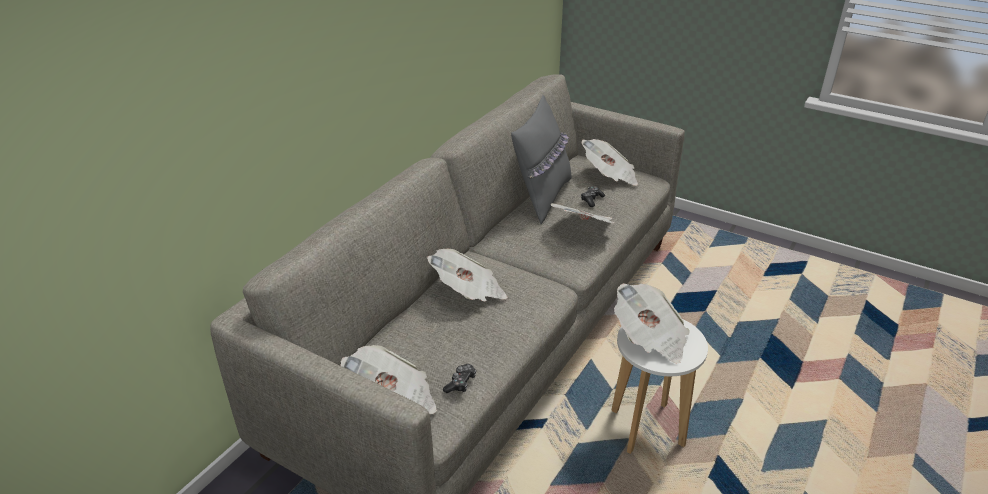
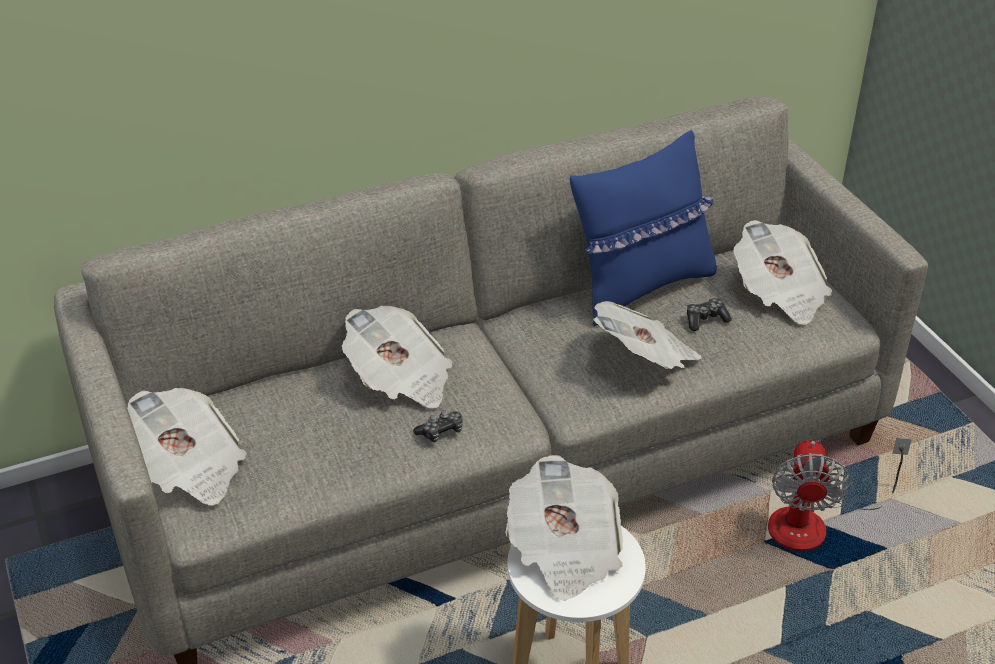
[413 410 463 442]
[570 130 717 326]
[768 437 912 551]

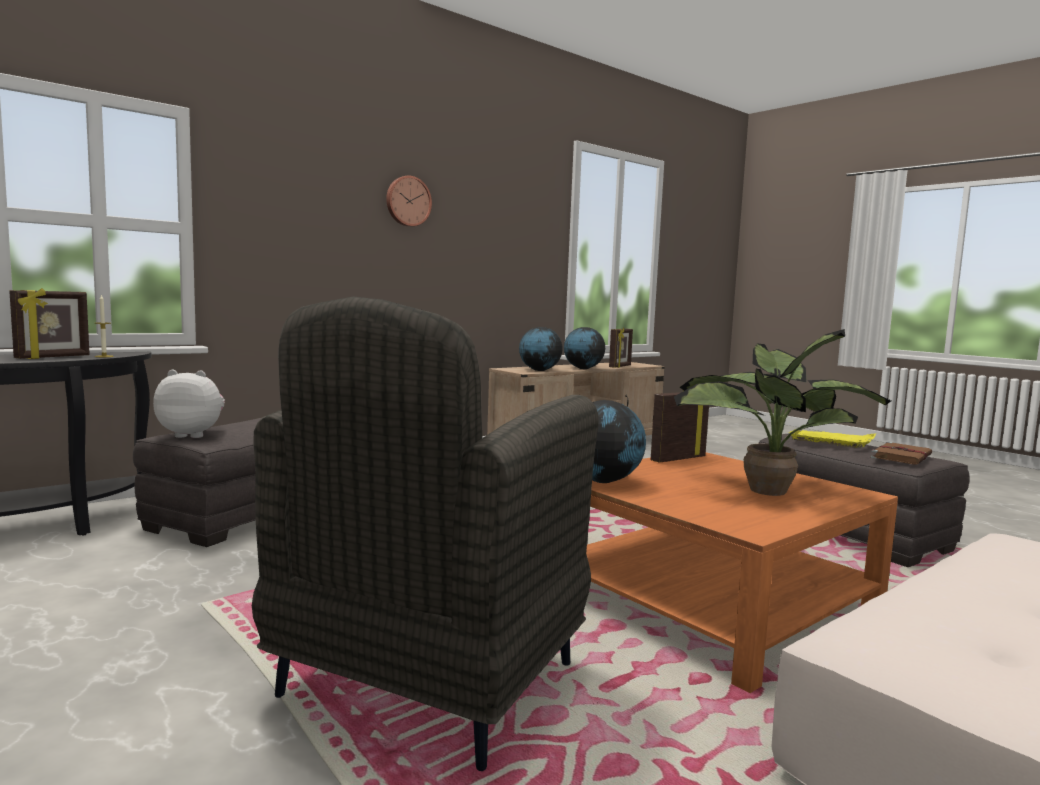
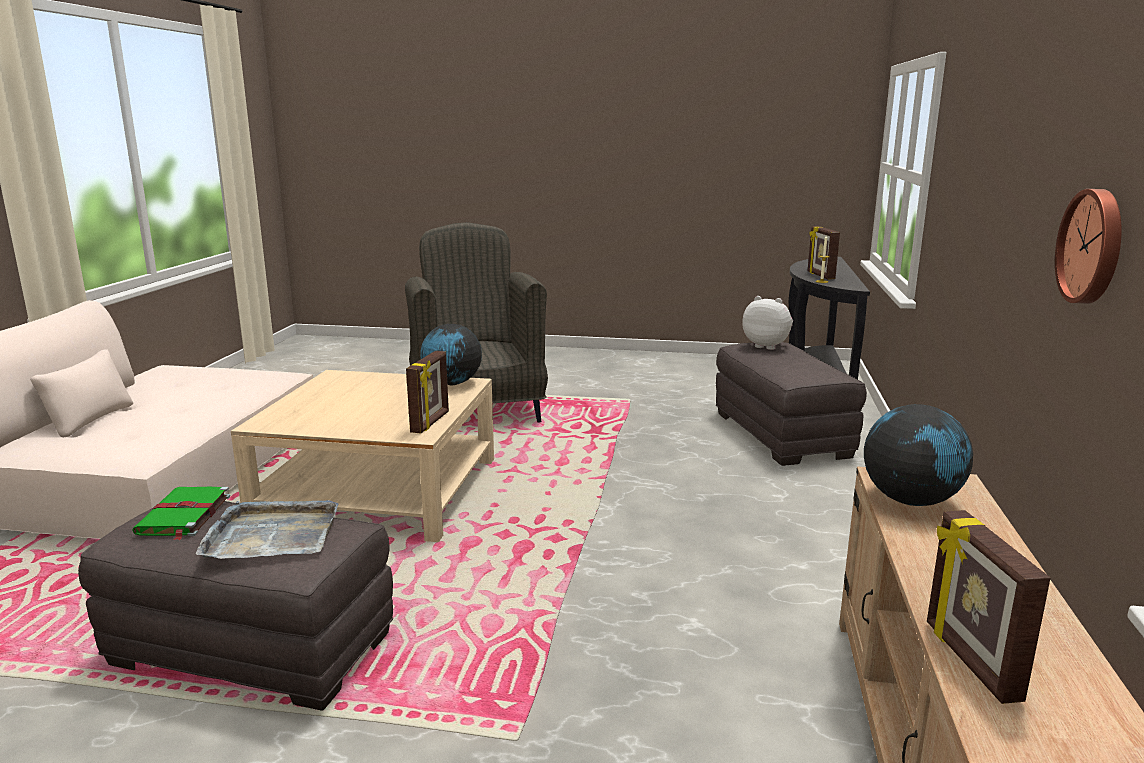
[742 296 793 350]
[1055 189 1122 304]
[564 327 605 369] (first image)
[231 370 494 542]
[674 329 891 496] (first image)
[196 500 338 559]
[132 486 230 540]

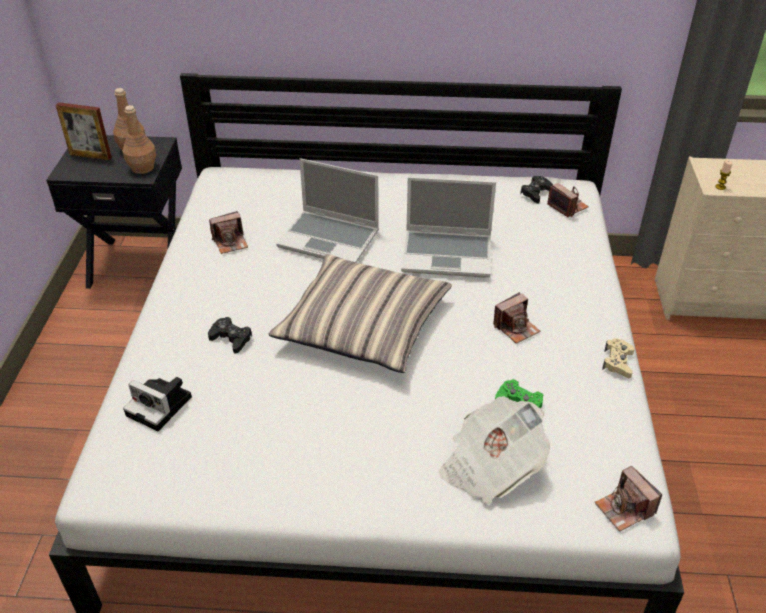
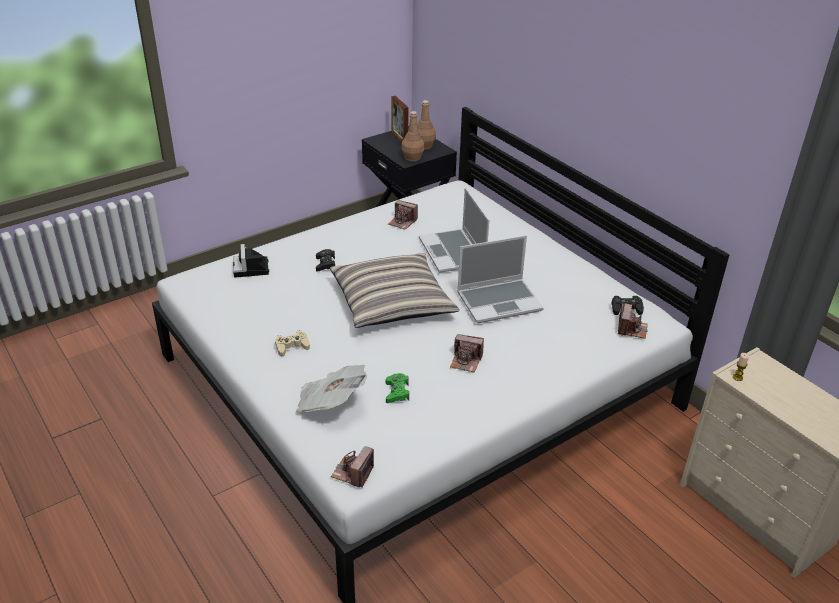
[457 235 544 323]
[275 330 310 356]

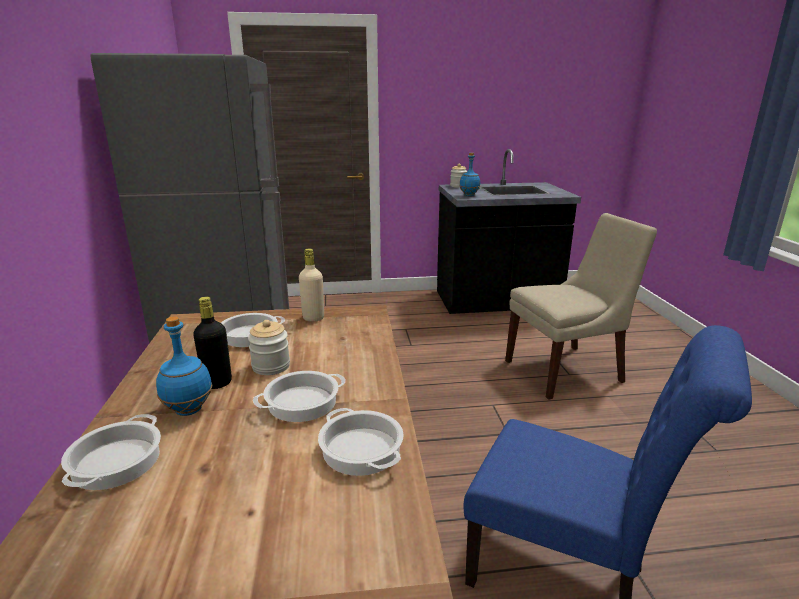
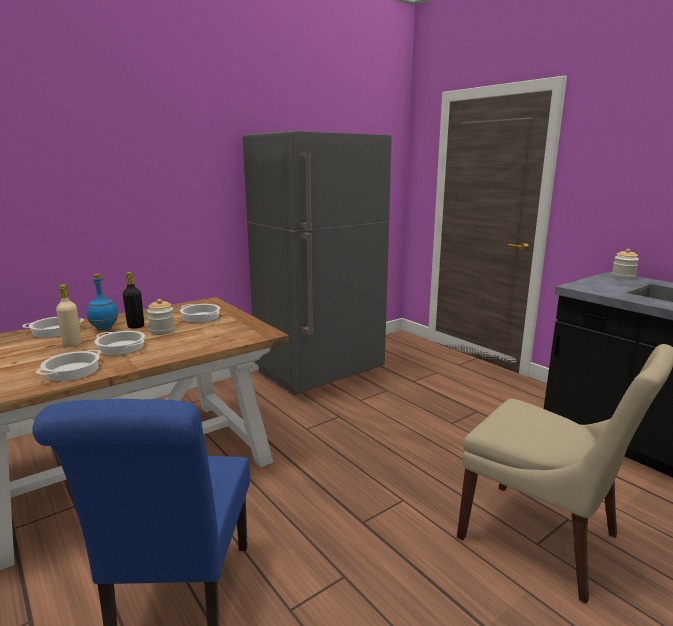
[56 284 82 347]
[459 153 480 196] (first image)

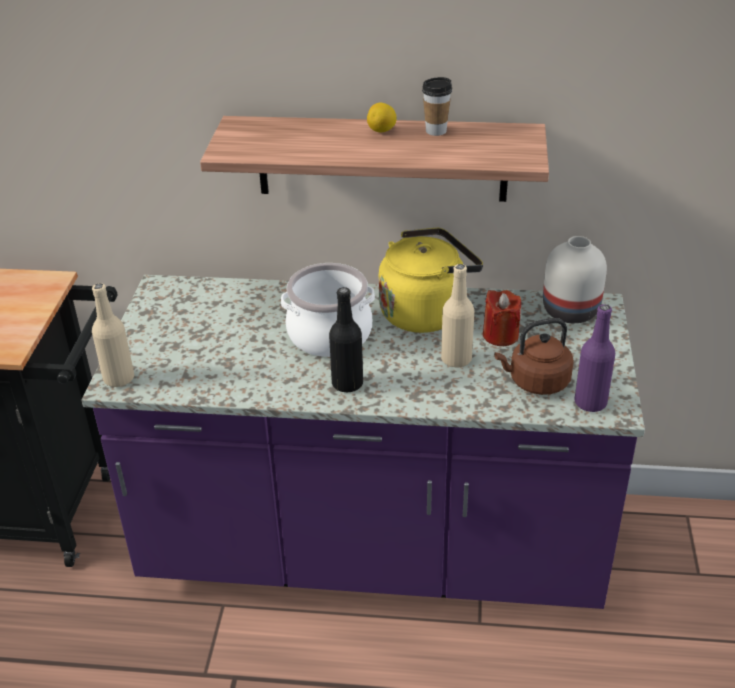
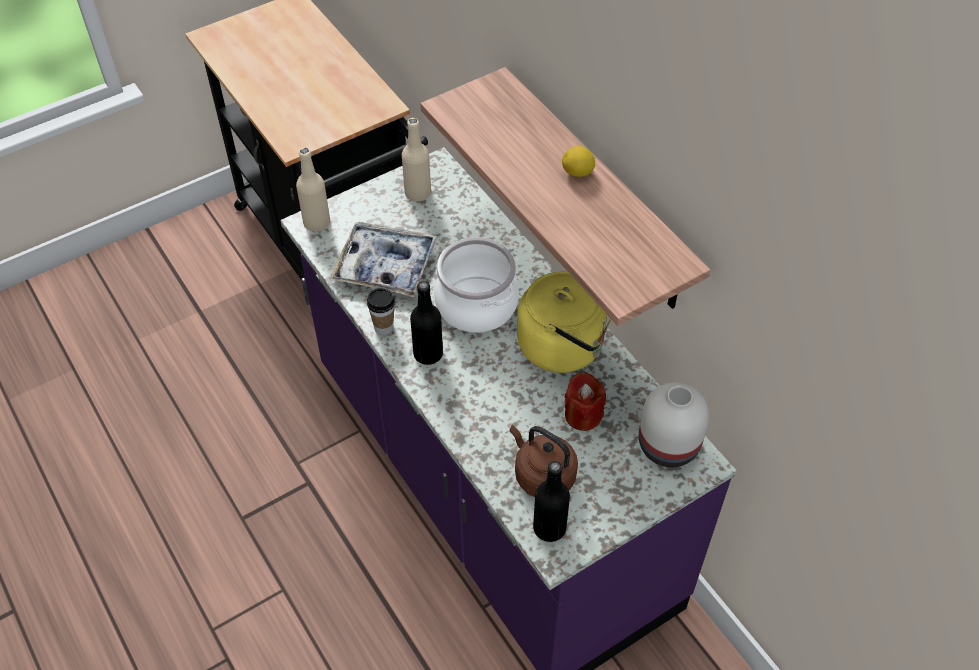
[367 288 395 335]
[402 118 431 202]
[533 461 570 542]
[329 222 438 297]

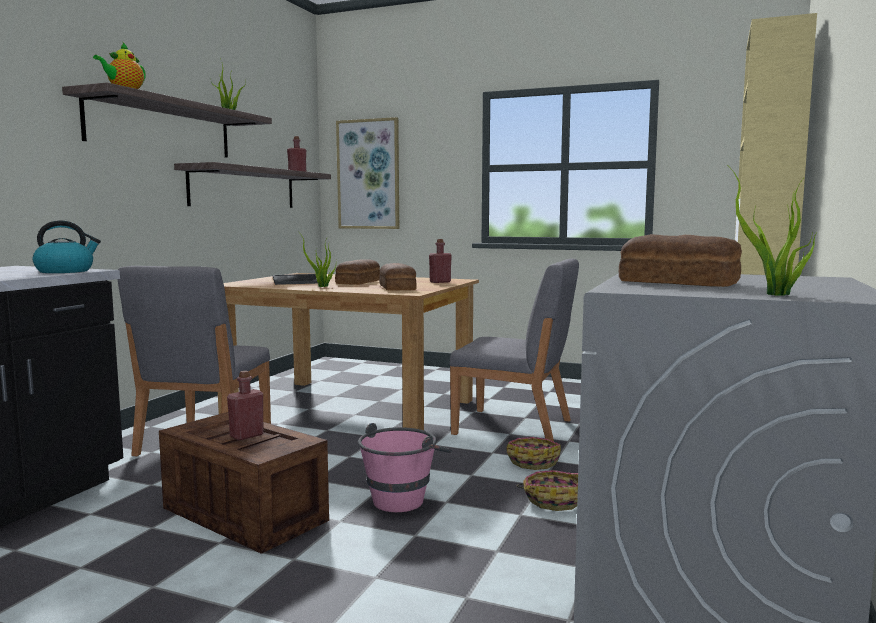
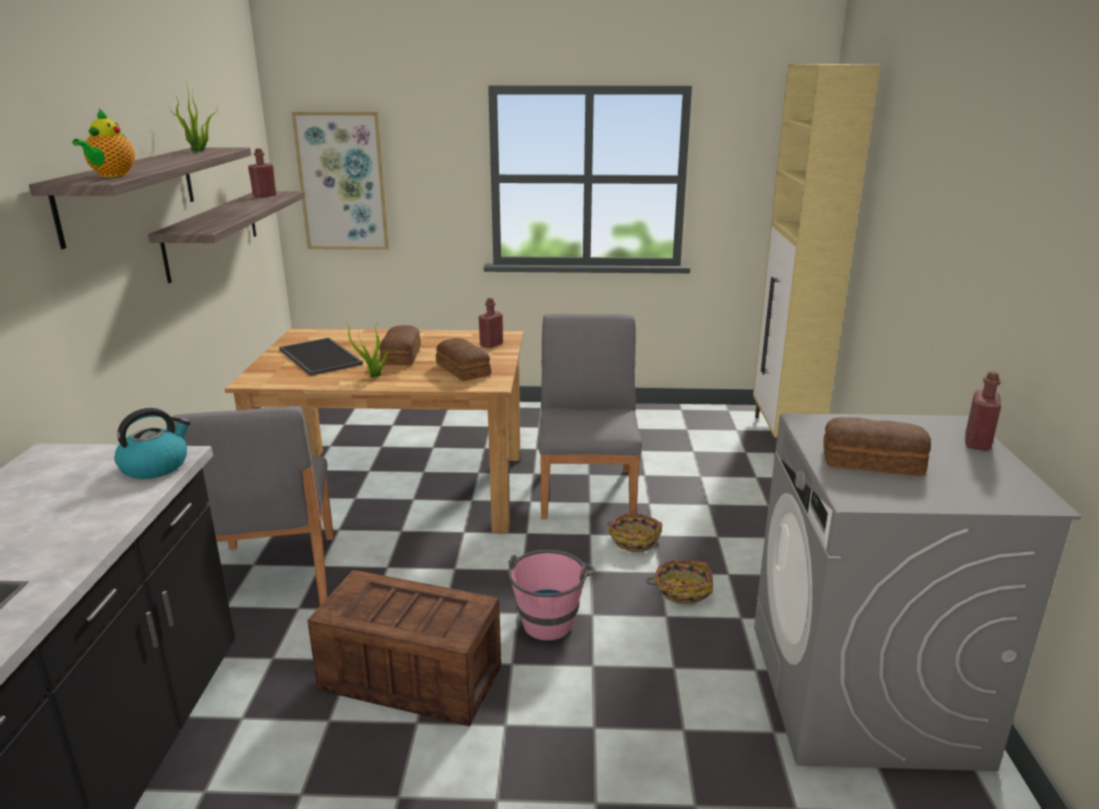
[965 371 1001 451]
[538 314 642 519]
[727 165 818 296] (first image)

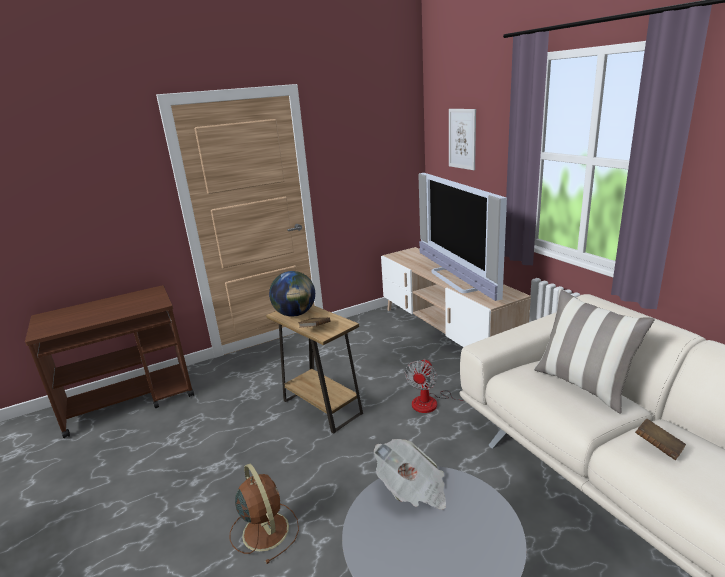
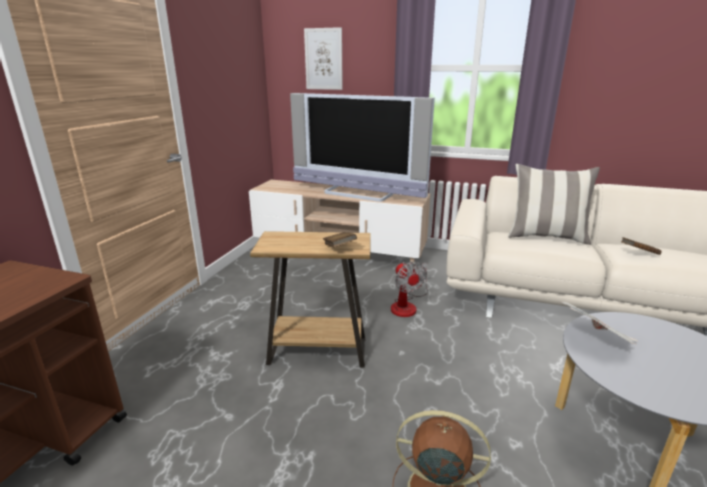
[269 271 315 317] (first image)

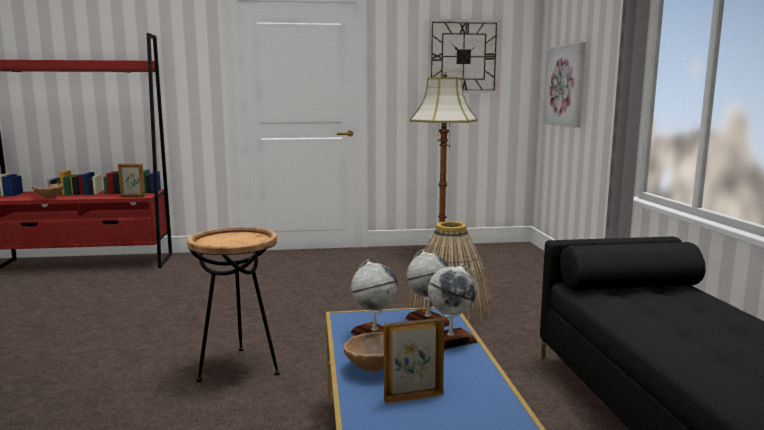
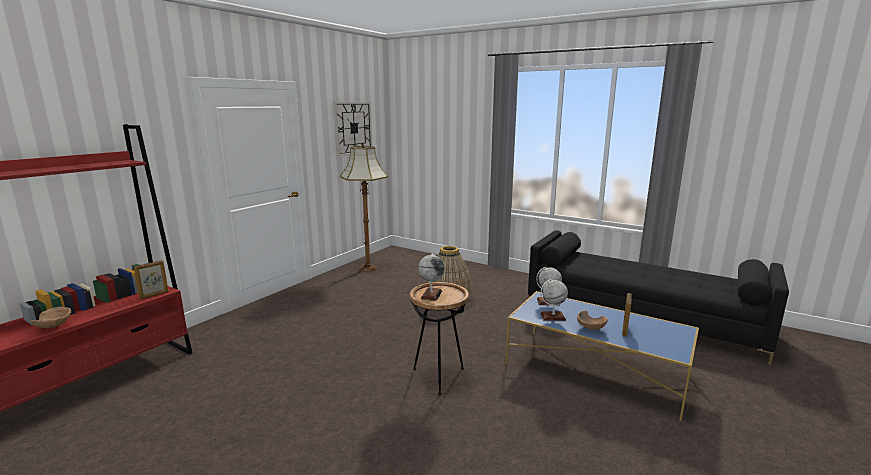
[418 252 445 301]
[544 42 586 128] (first image)

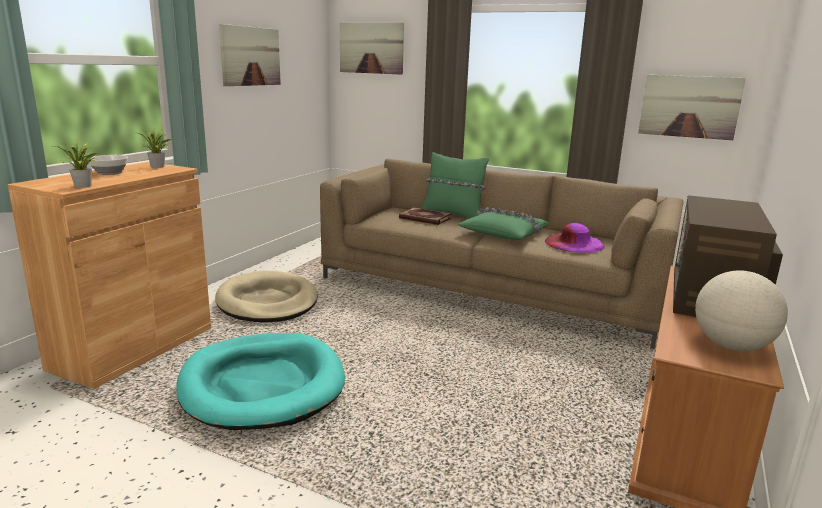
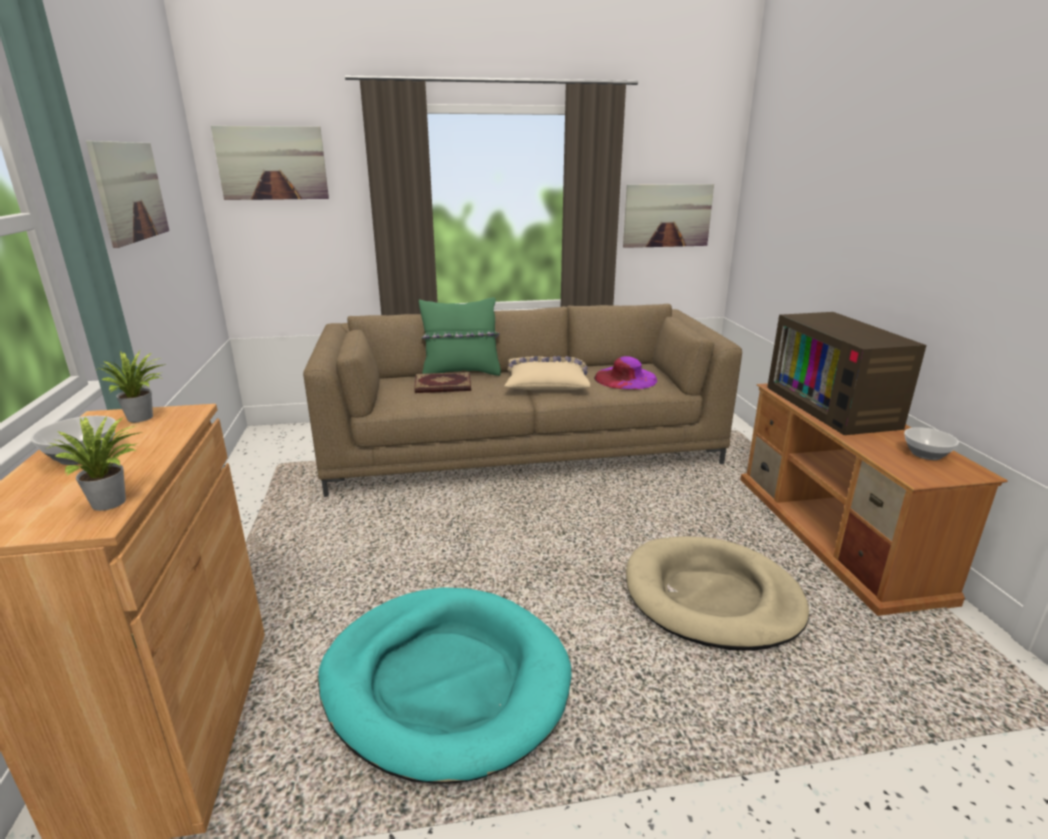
[626 536 809 651]
[505 356 590 390]
[904 427 959 460]

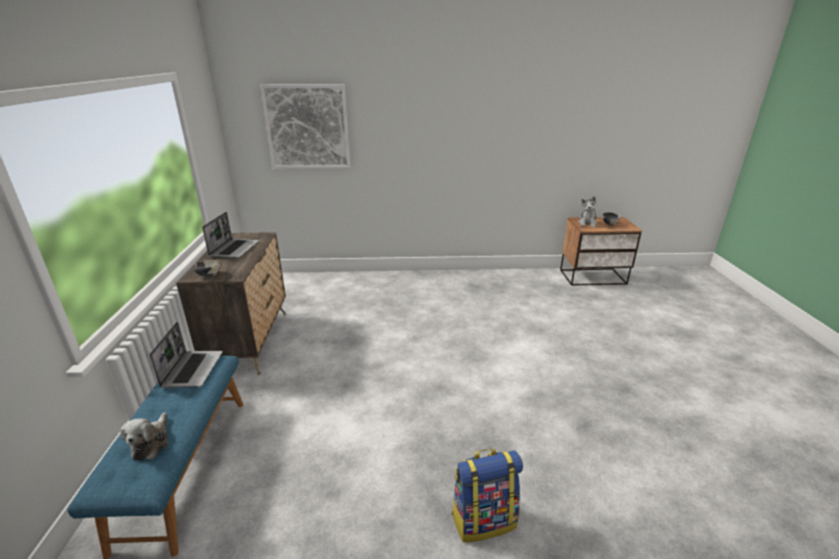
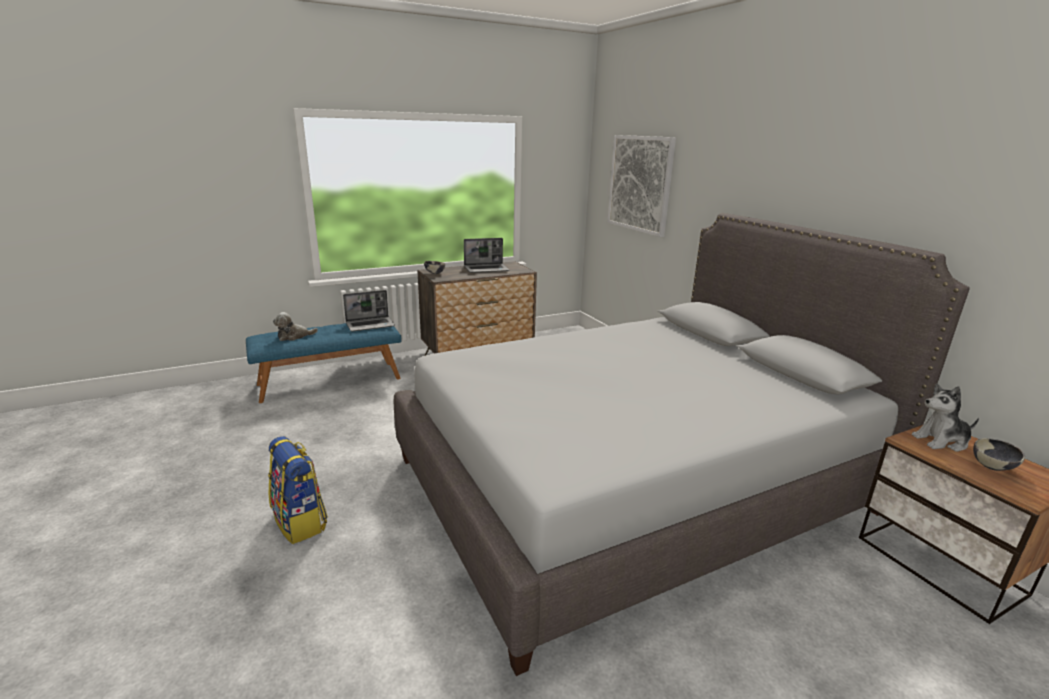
[394 213 970 676]

